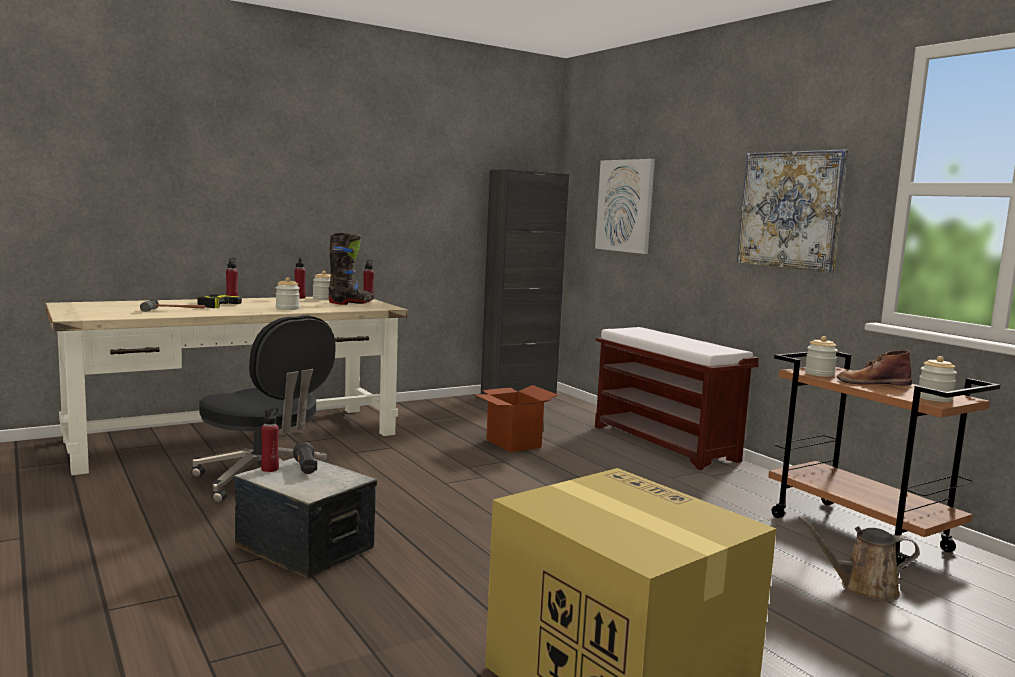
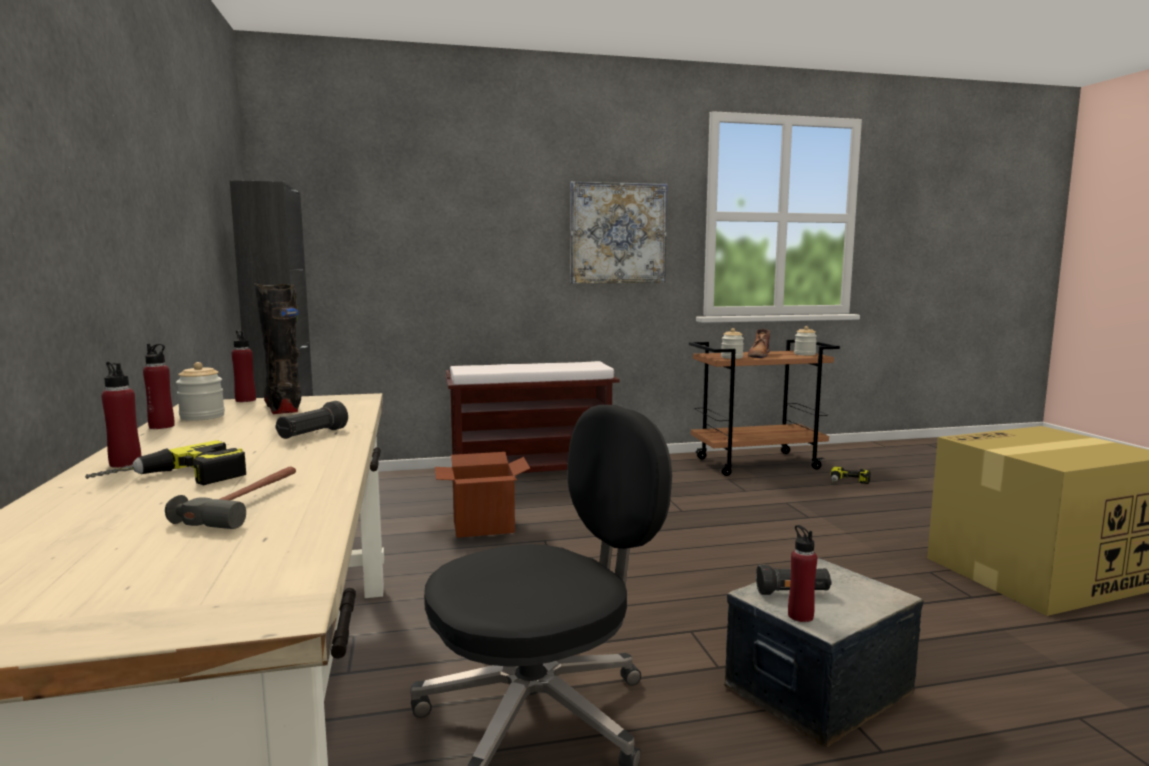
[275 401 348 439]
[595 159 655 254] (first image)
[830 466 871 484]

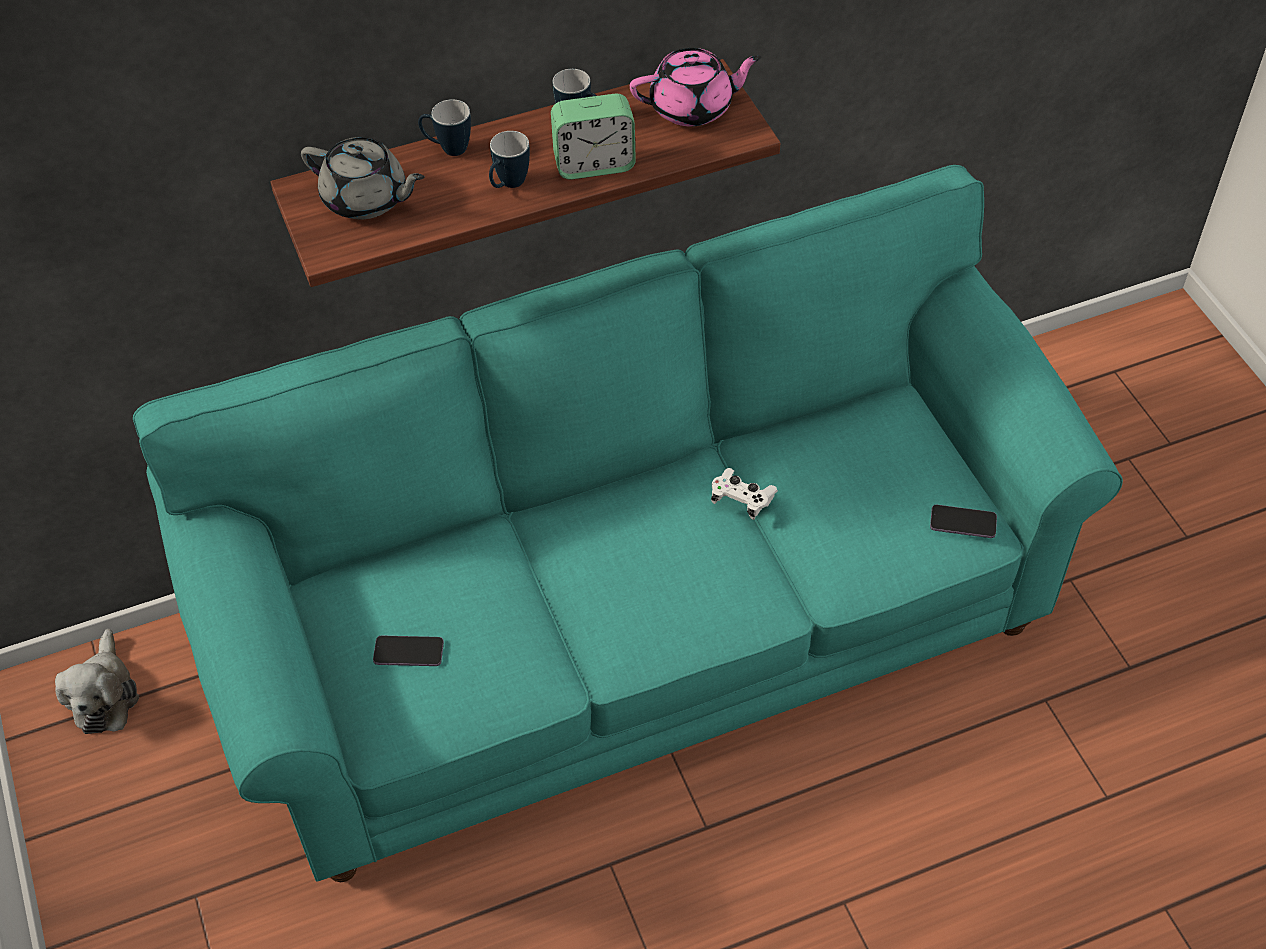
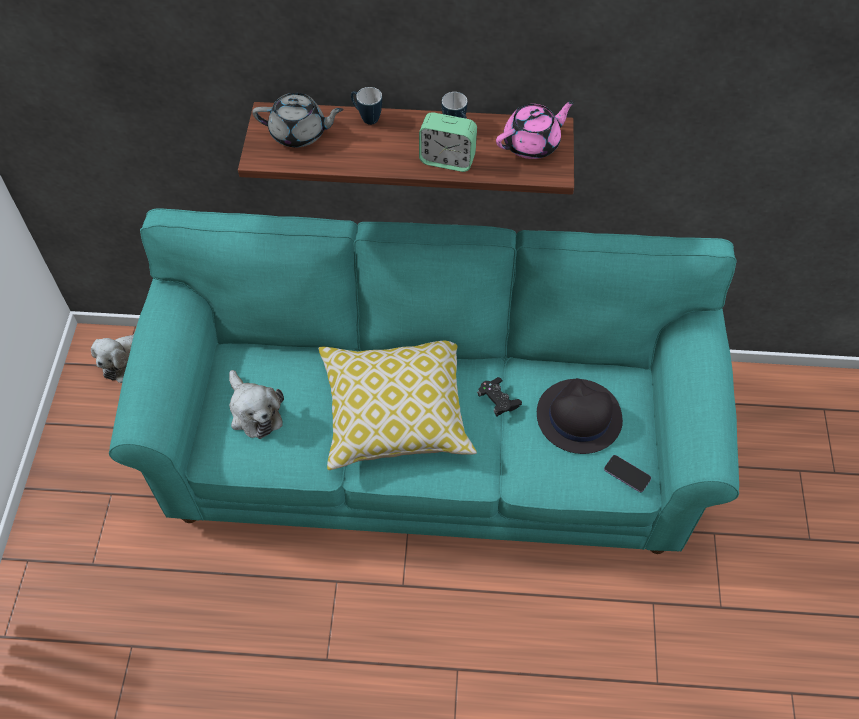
[252 93 344 147]
[229 370 284 439]
[489 131 530 188] (first image)
[496 100 575 159]
[477 377 522 417]
[318 341 477 470]
[537 378 623 454]

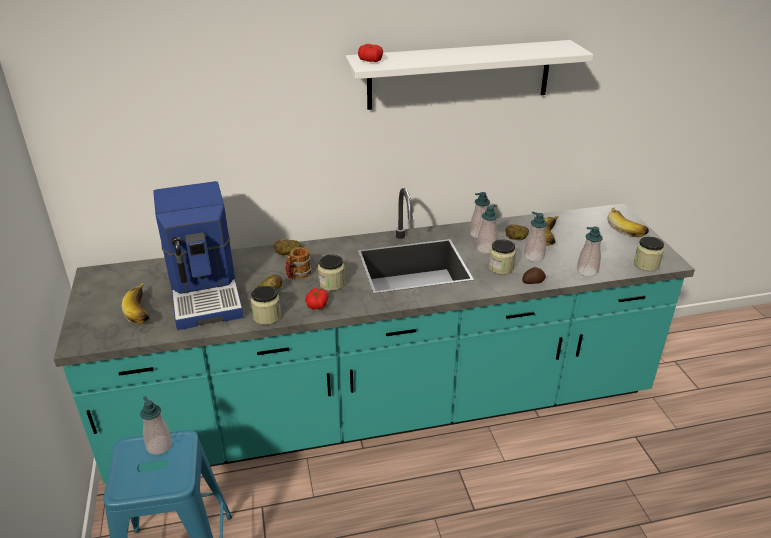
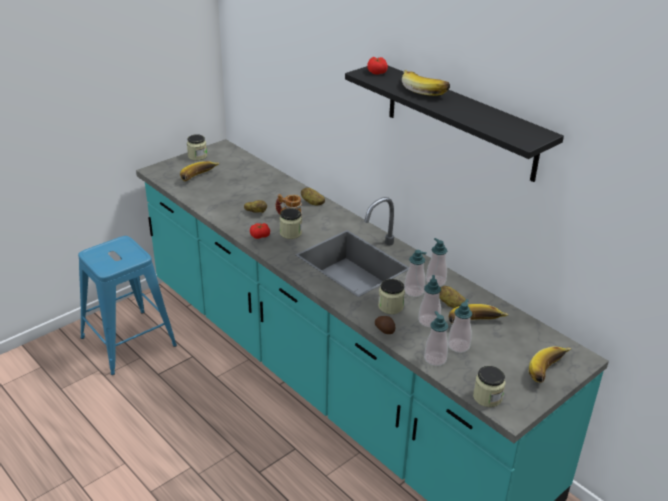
[448 299 472 353]
[153 181 244 330] (first image)
[187 134 207 161]
[345 66 564 182]
[402 70 450 96]

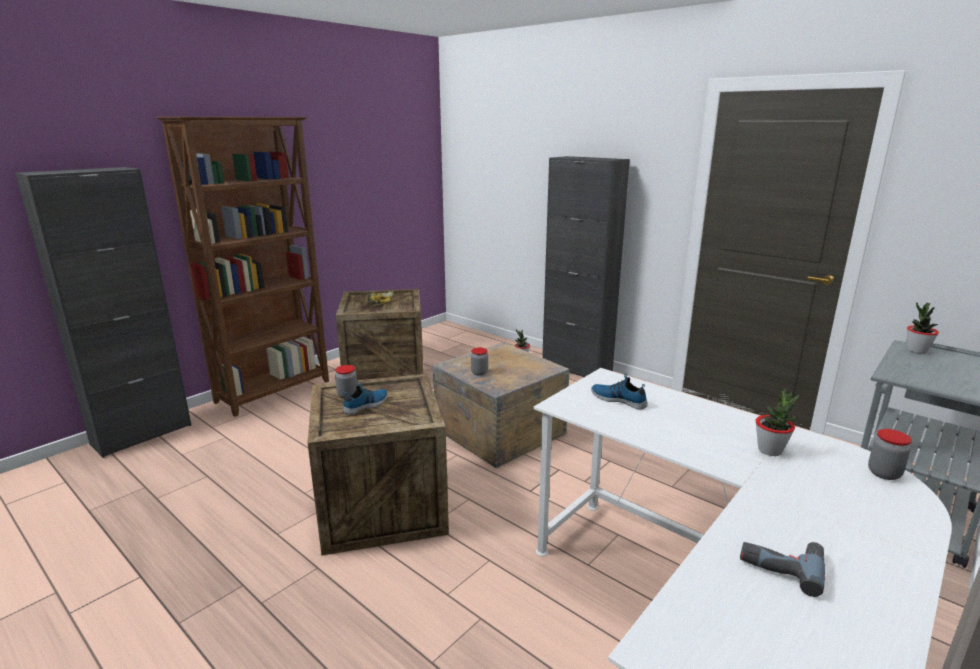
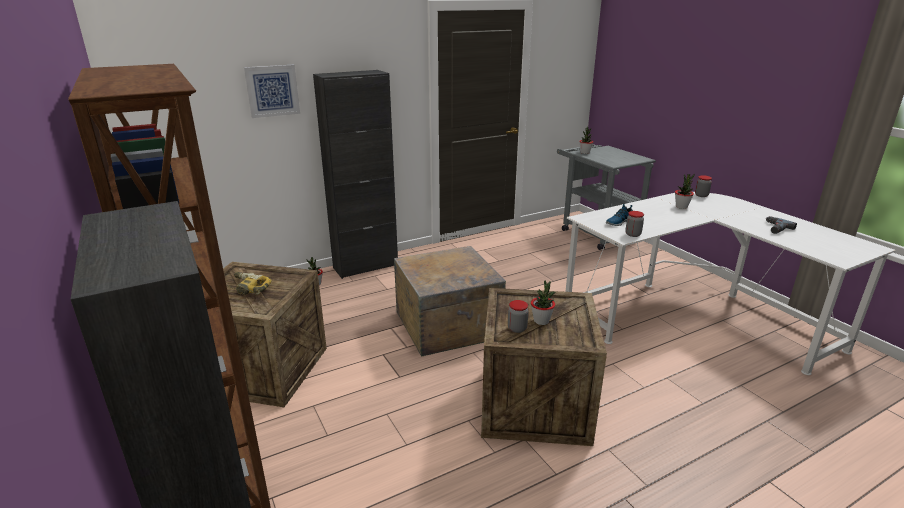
[531 280 555 325]
[625 211 644 237]
[244 65 300 118]

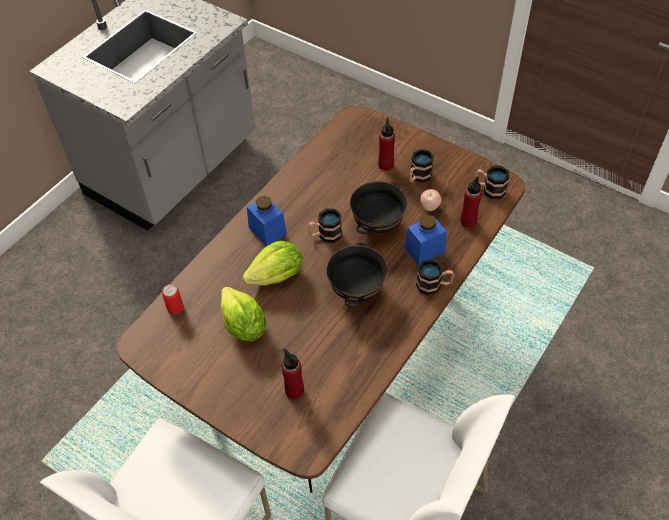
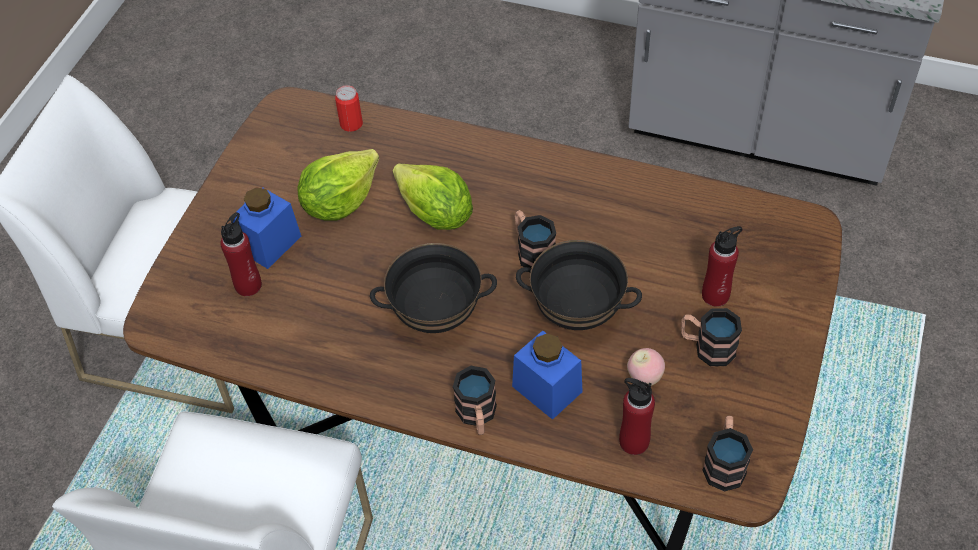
[233 187 301 269]

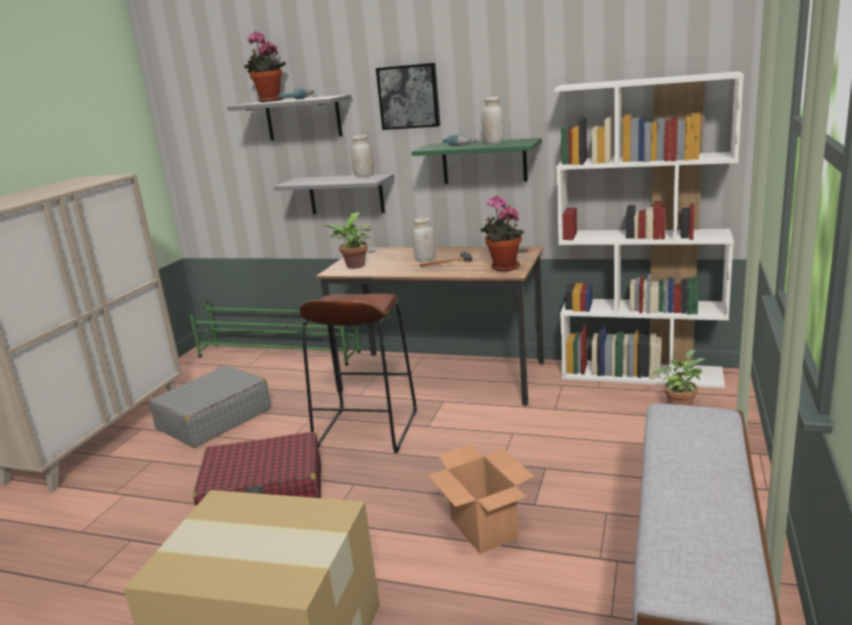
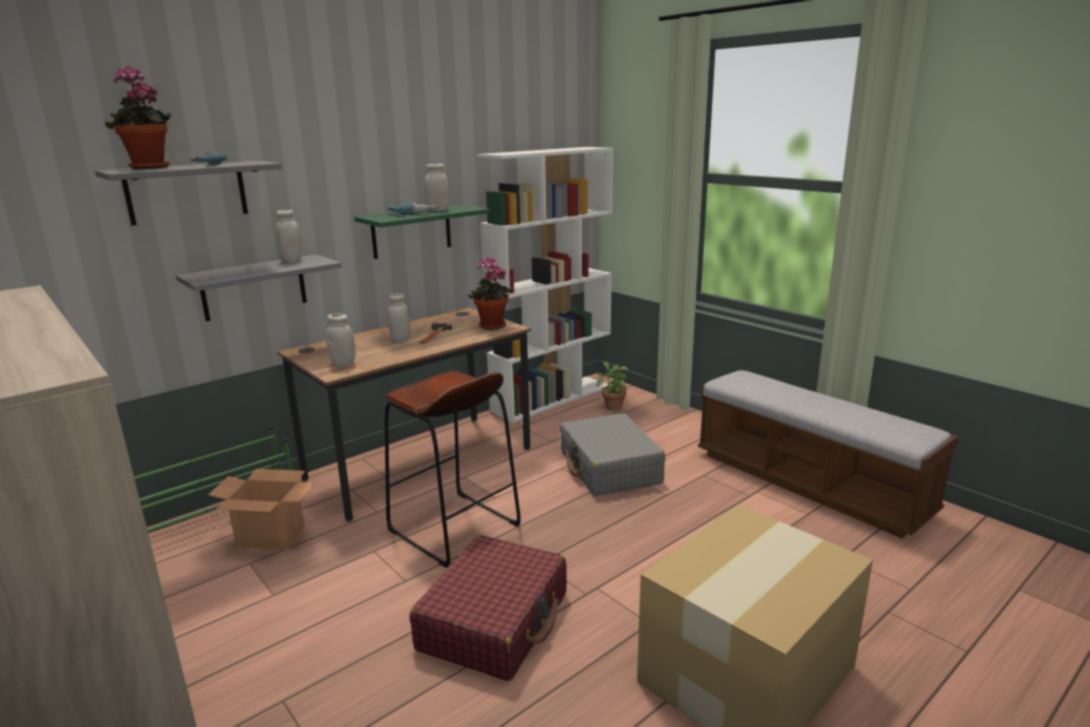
[560 413 665 496]
[326 313 355 367]
[376 63 440 130] (first image)
[208 469 316 550]

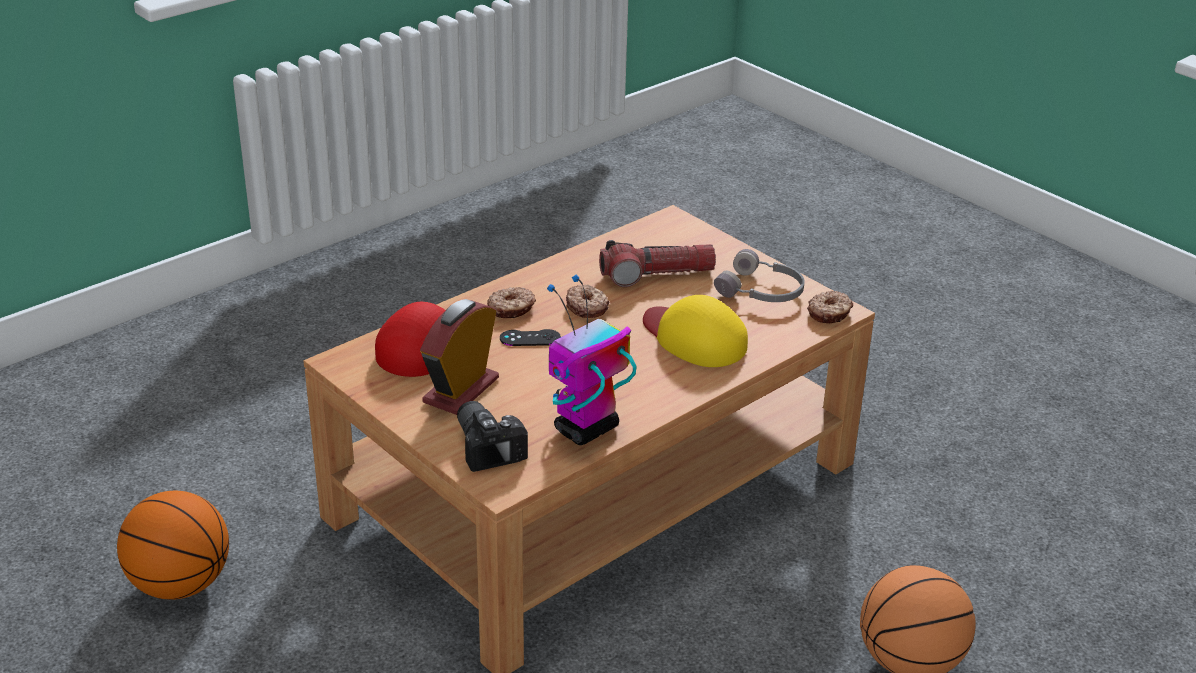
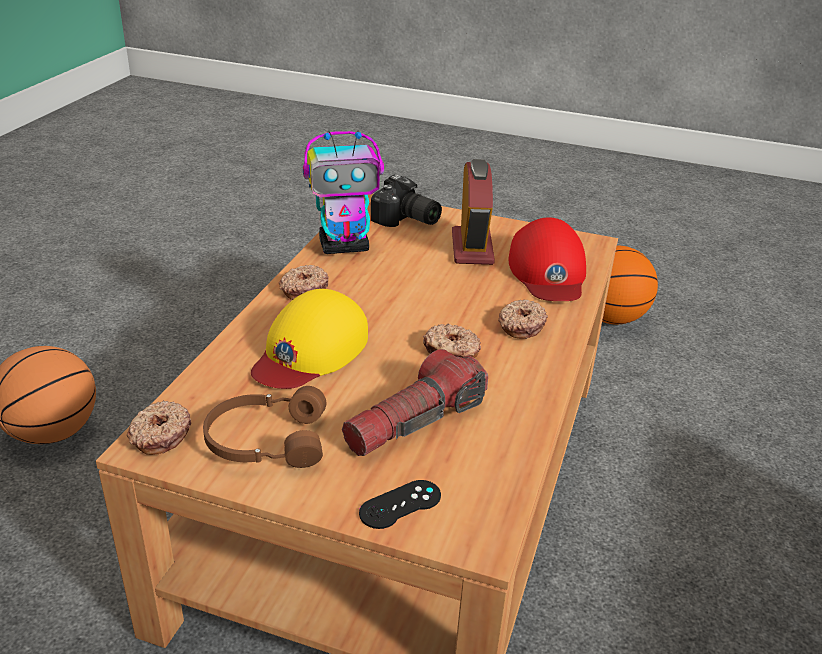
[359 480 441 529]
[303 130 384 254]
[251 289 368 389]
[203 386 326 468]
[279 265 329 300]

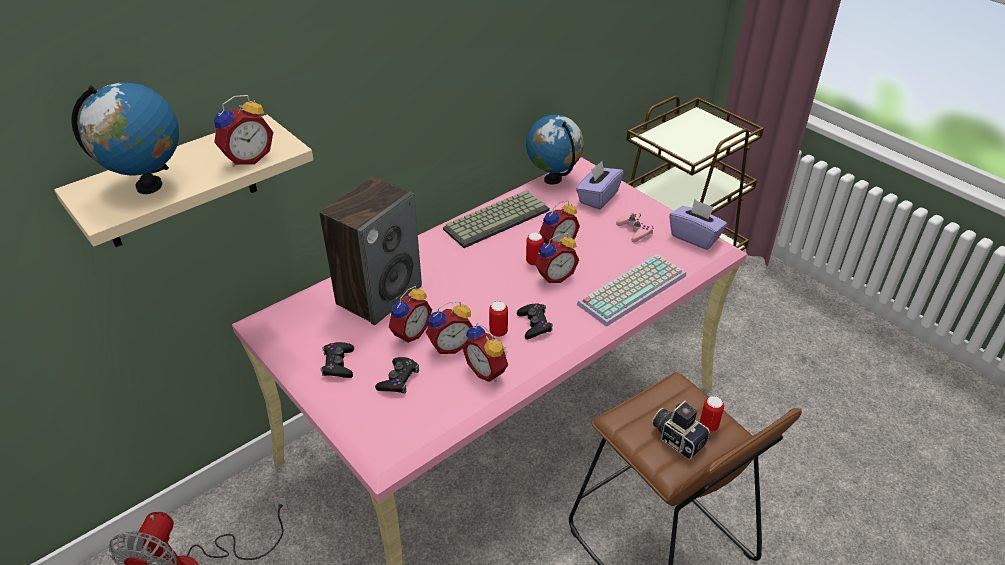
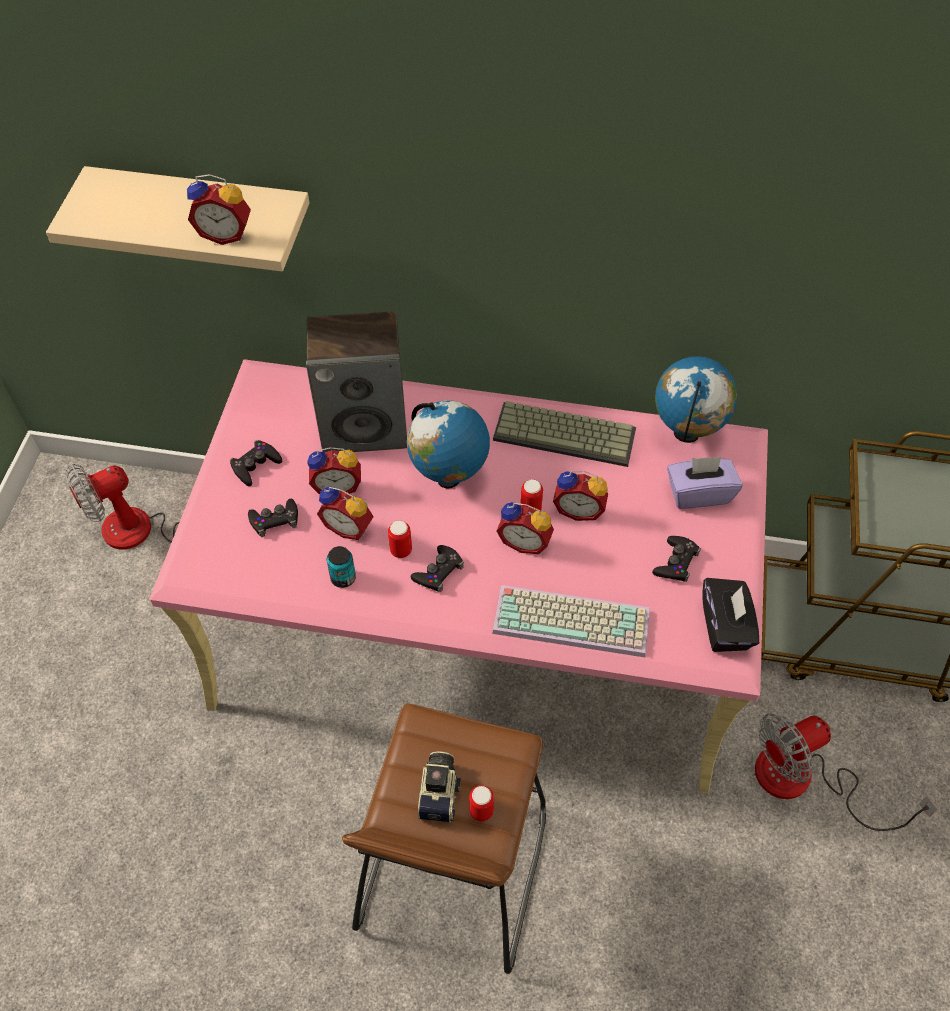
[407 401 490 489]
[327 546 356 588]
[652 536 701 582]
[702 578 759 652]
[755 713 938 831]

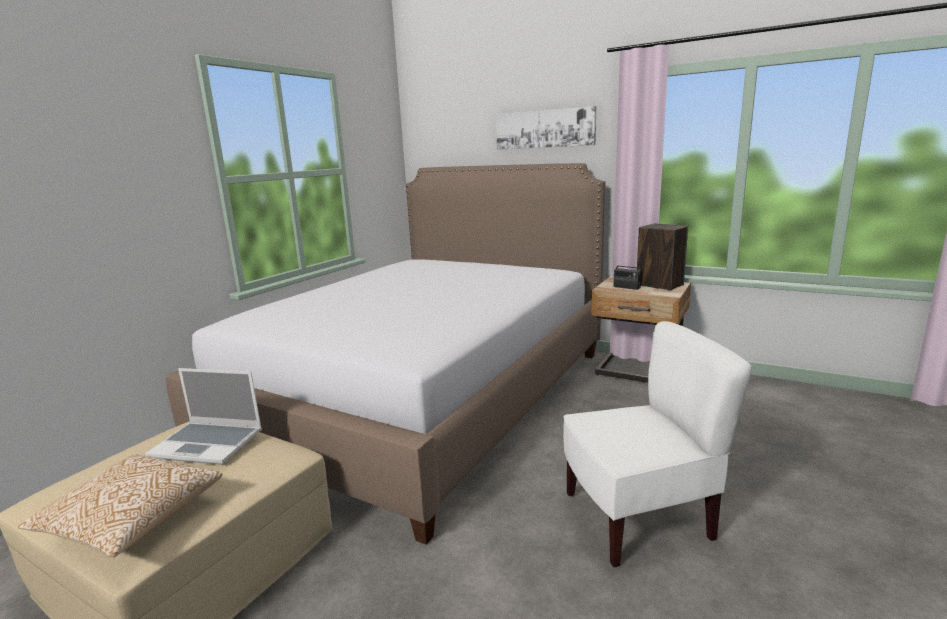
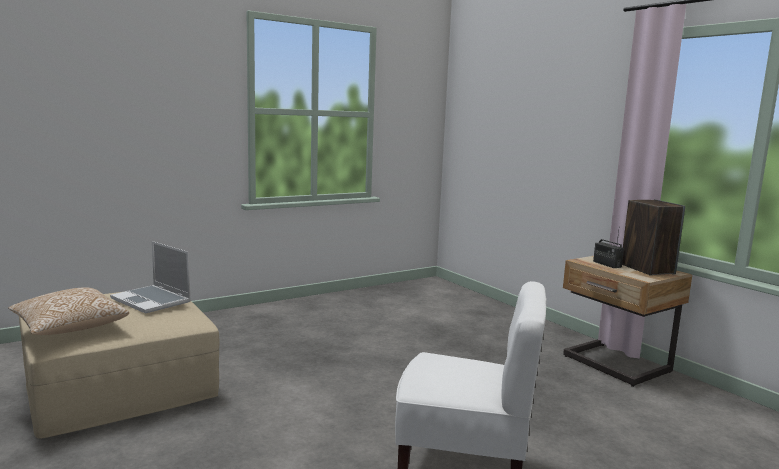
[166 163 605 545] (first image)
[496 106 596 150] (first image)

